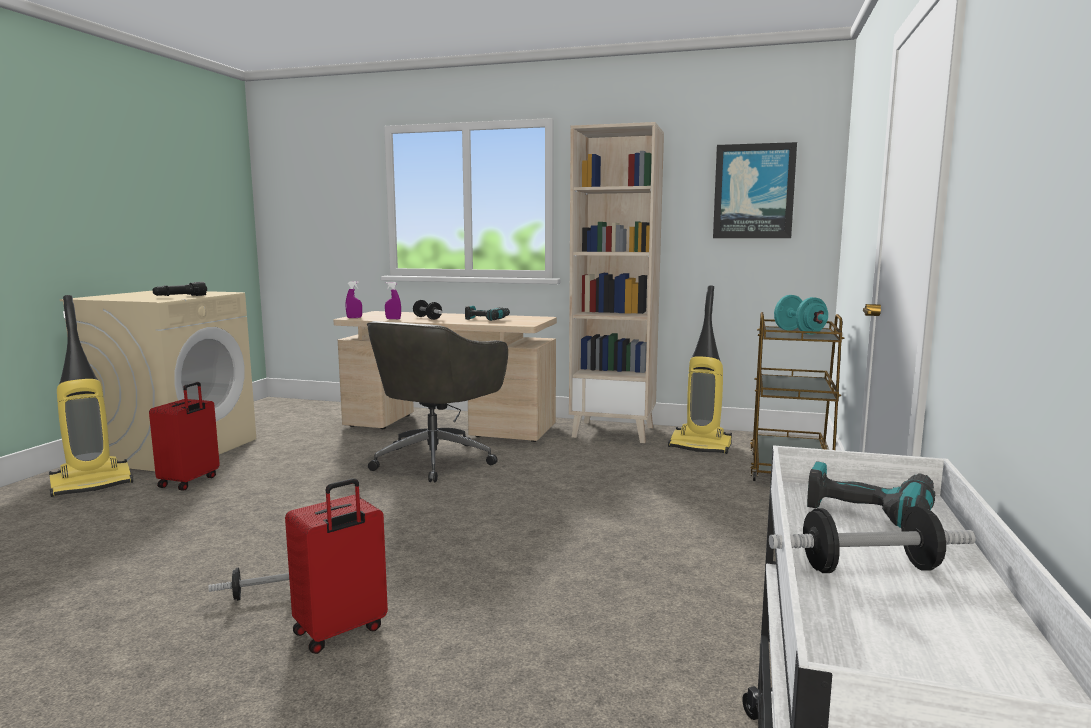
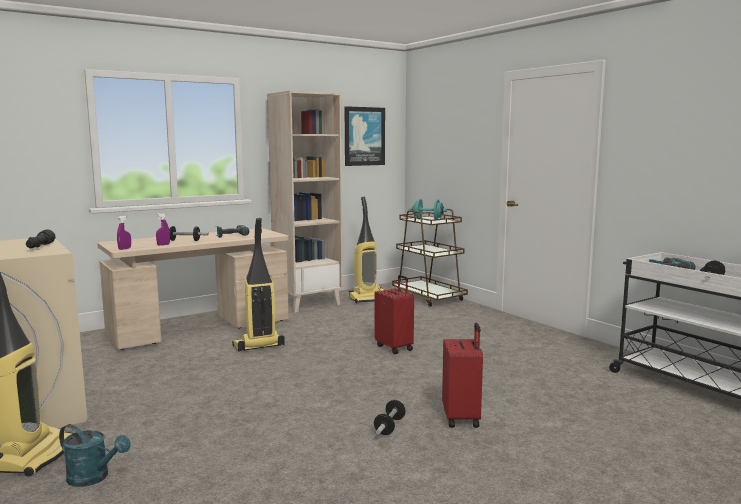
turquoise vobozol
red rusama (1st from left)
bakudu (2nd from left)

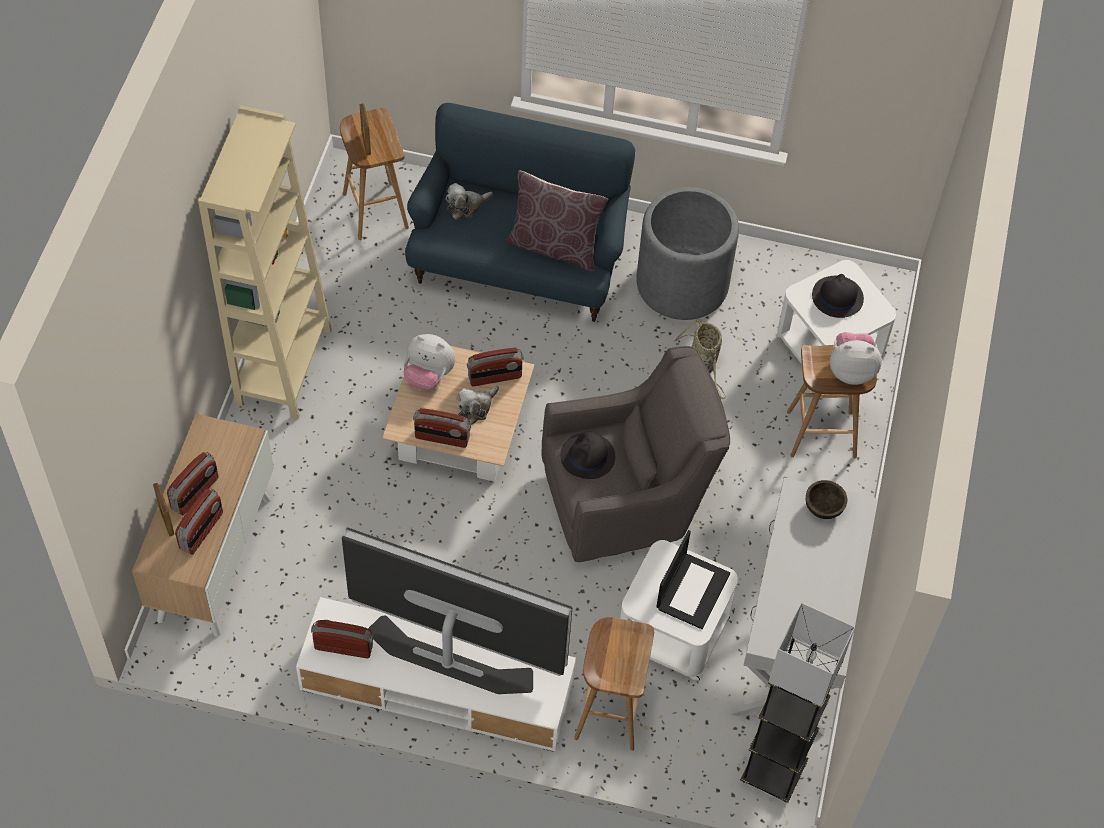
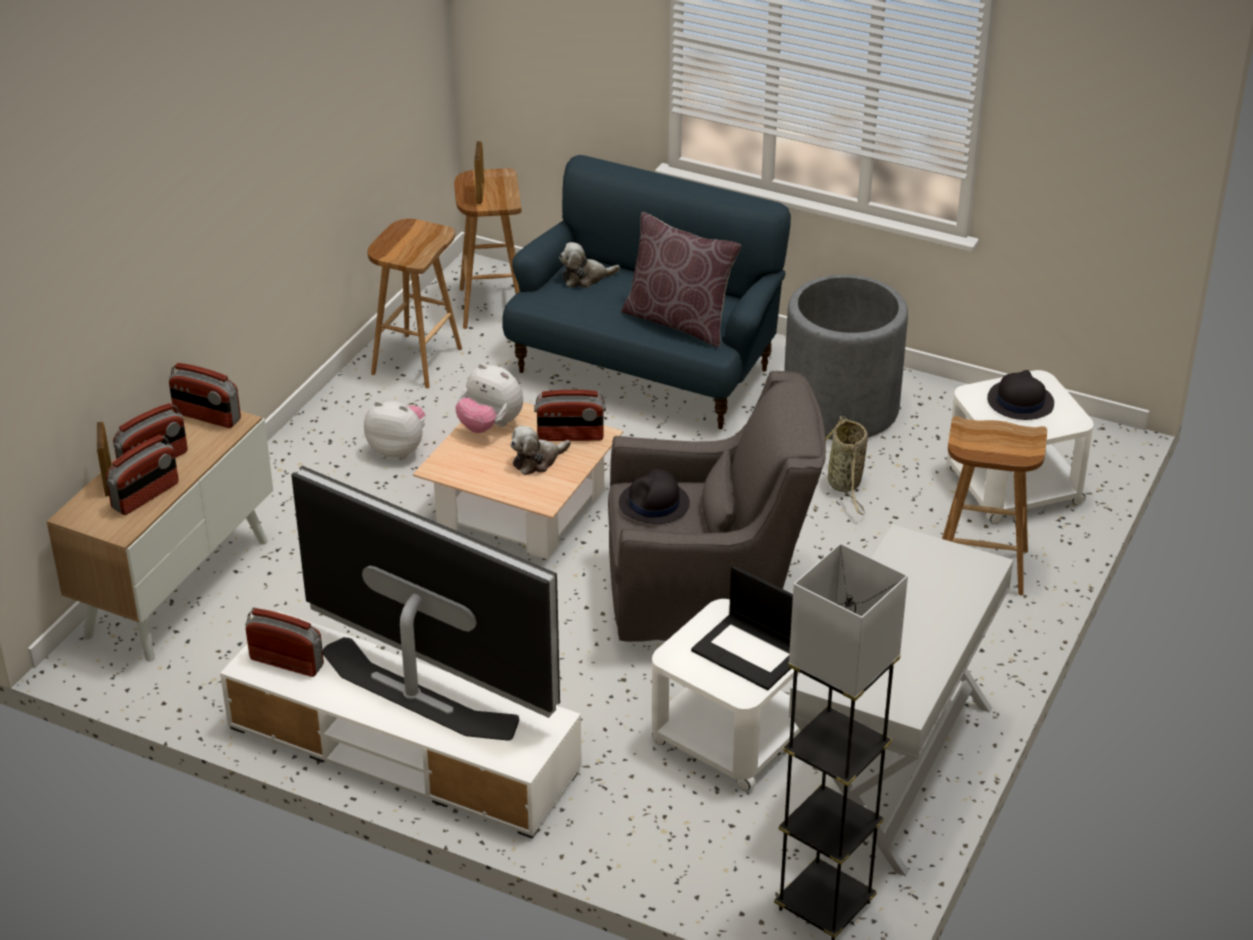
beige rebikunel
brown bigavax
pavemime (3rd from left)
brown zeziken (1st from left)
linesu (1st from left)
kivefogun

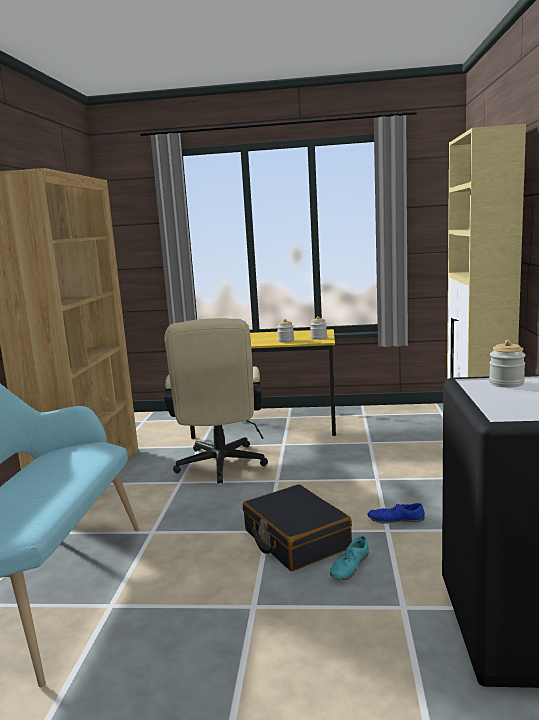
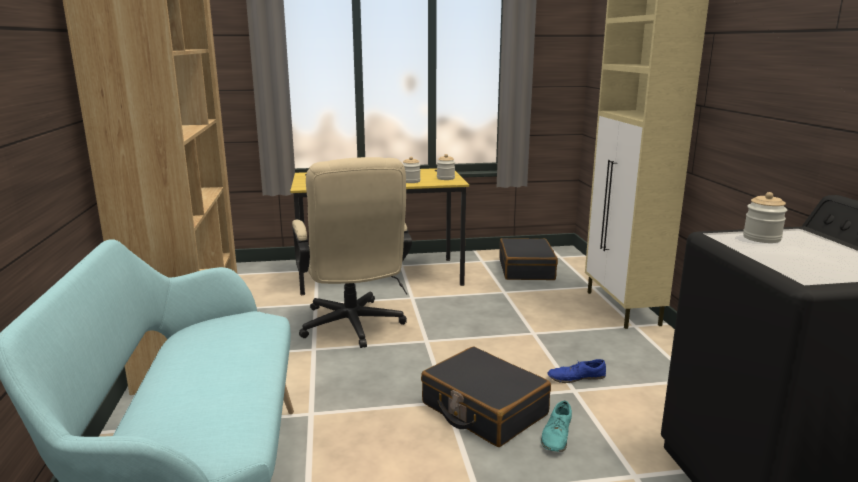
black rusama (2nd from left)

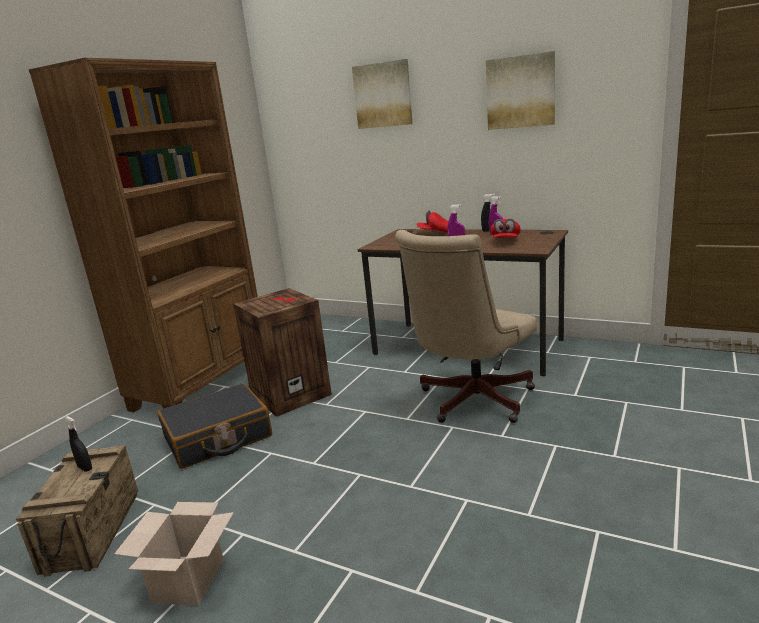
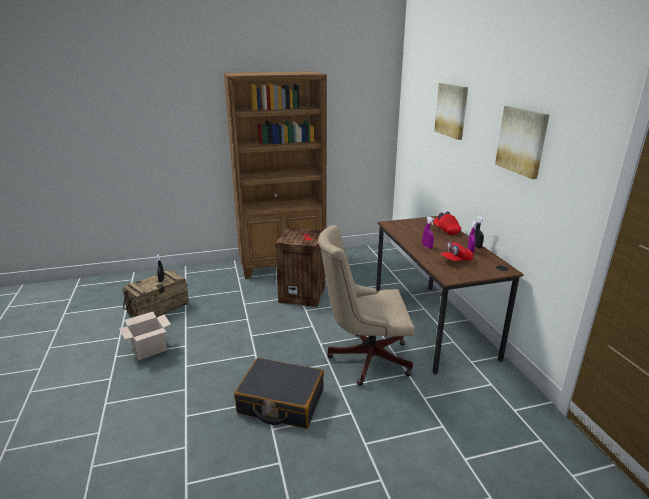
black rusama

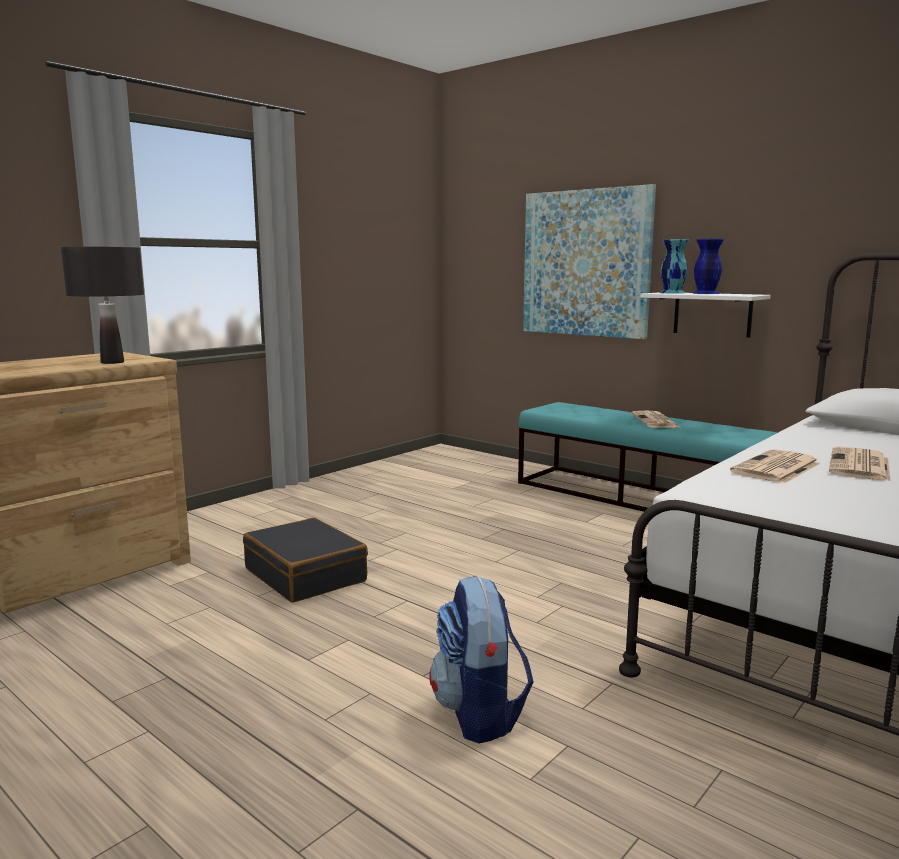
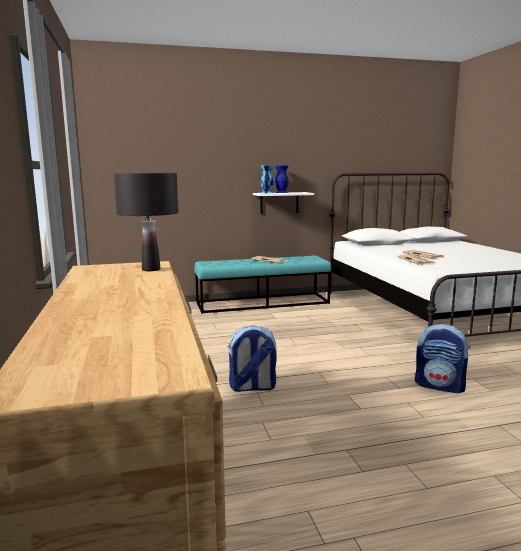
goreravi
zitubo (1st from left)

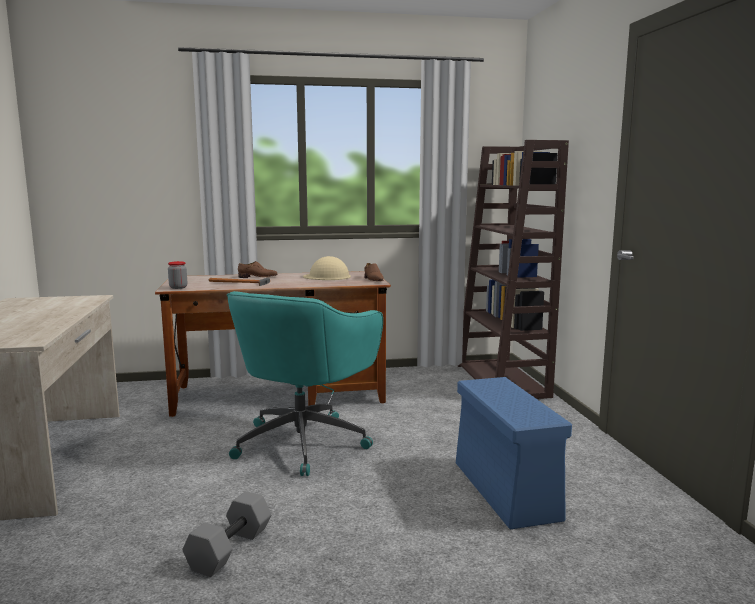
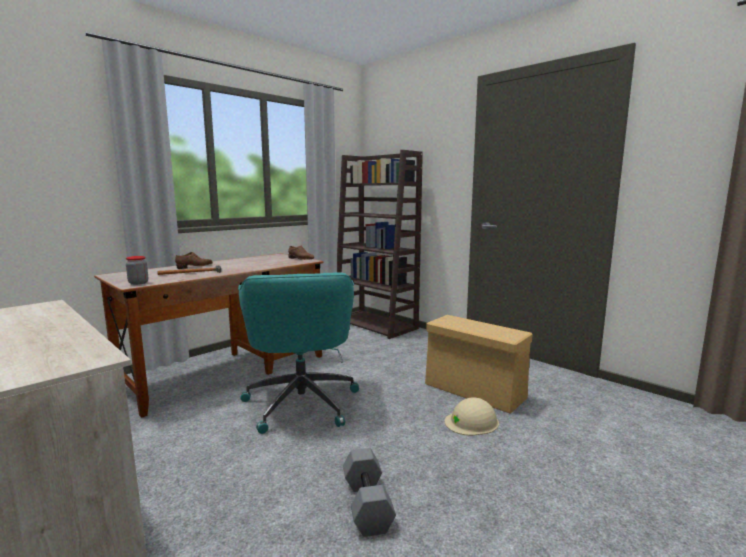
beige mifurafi
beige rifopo

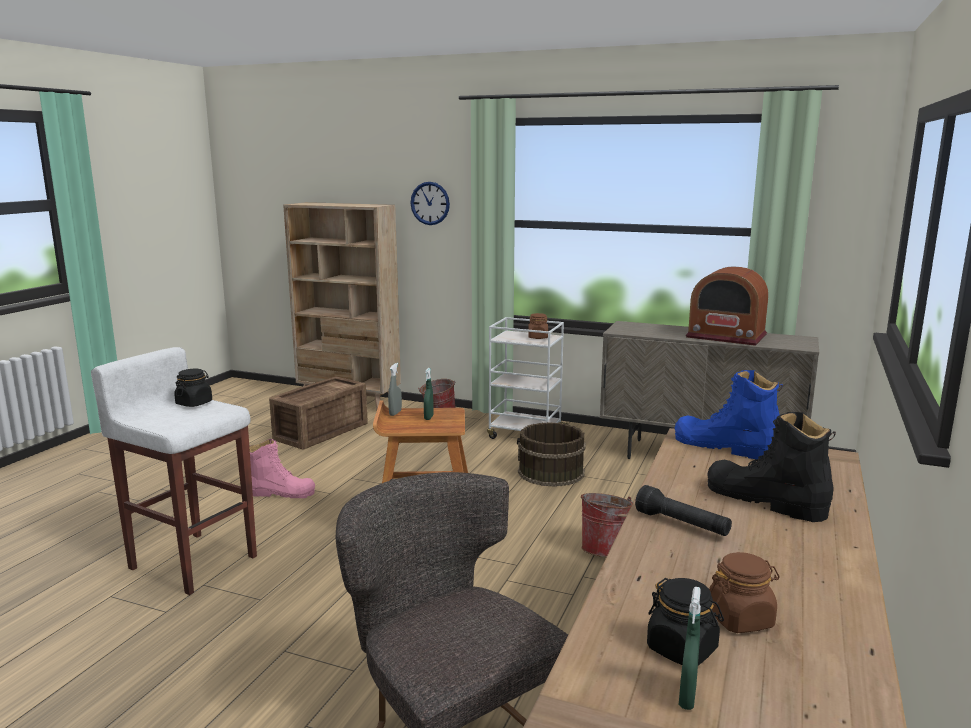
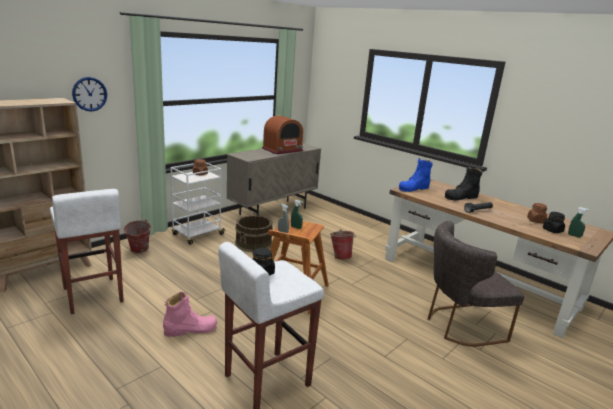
white zeziken (1st from left)
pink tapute

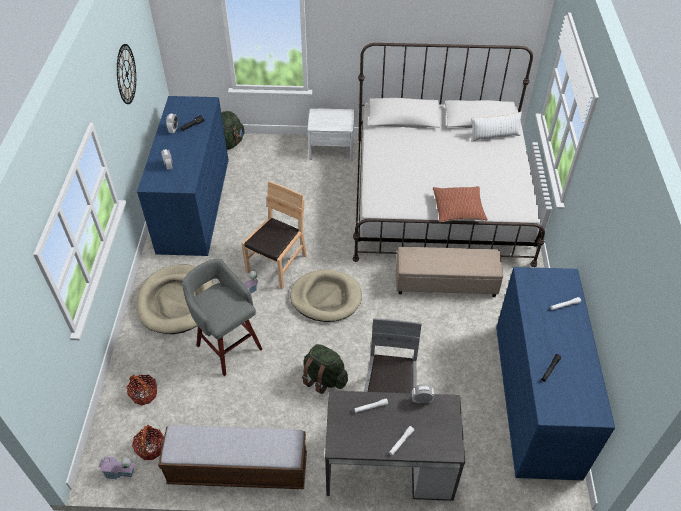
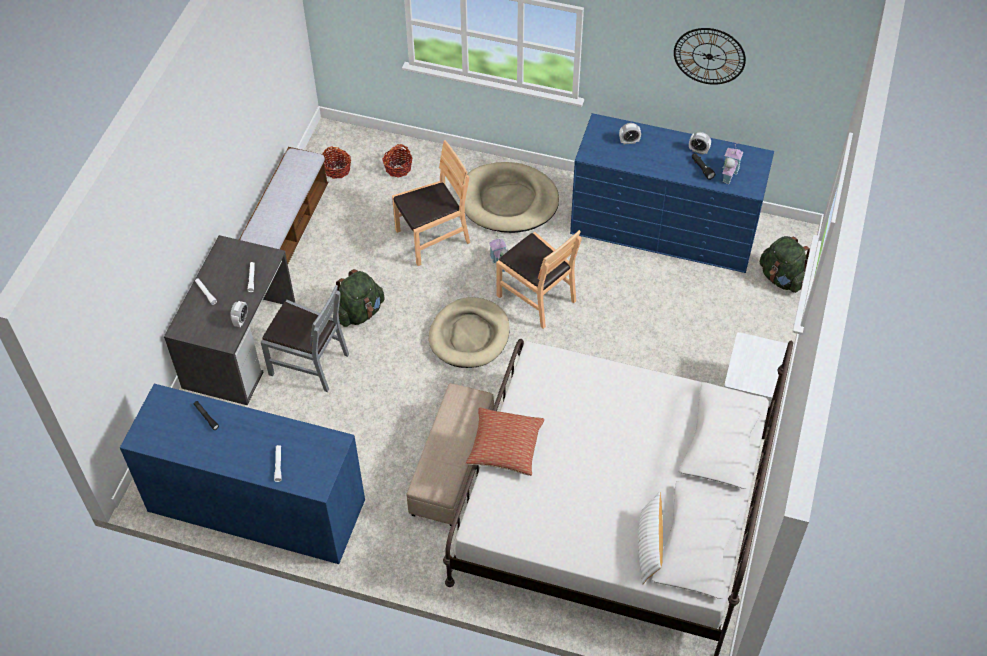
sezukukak (2nd from left)
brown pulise (1st from left)

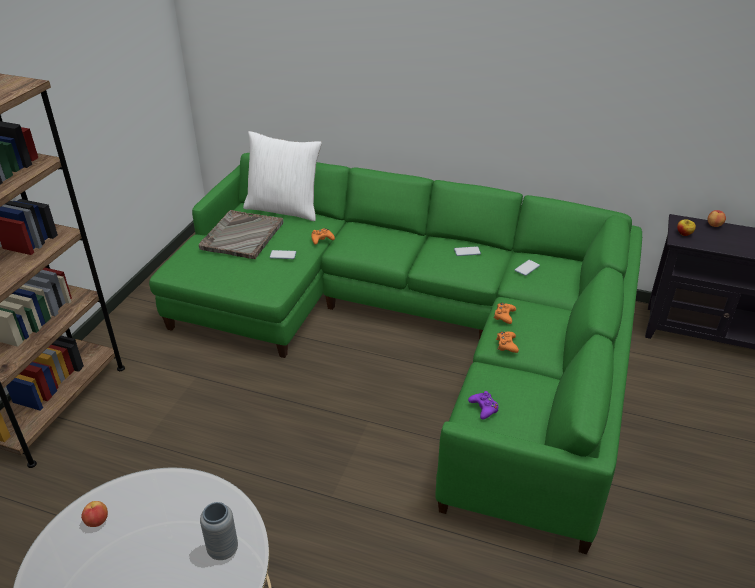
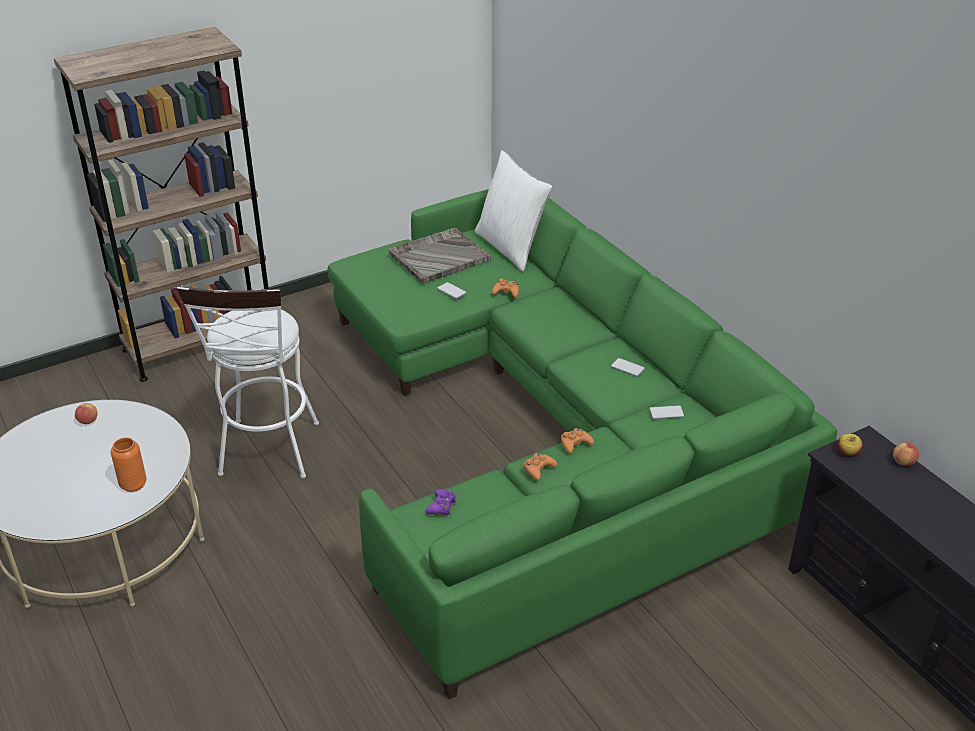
white zeziken
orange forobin

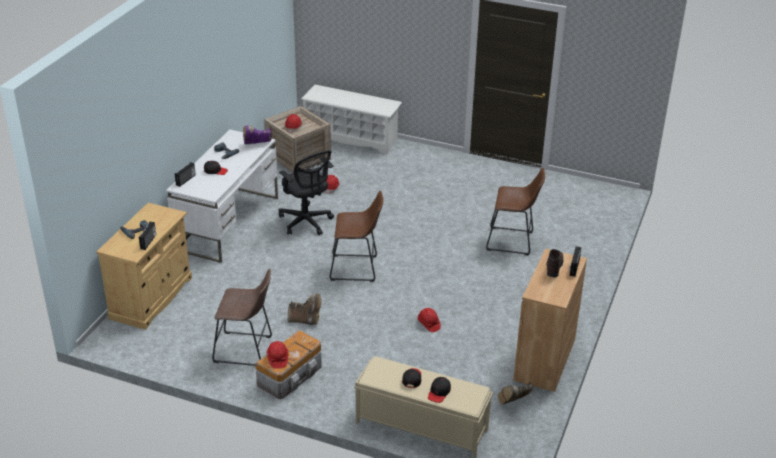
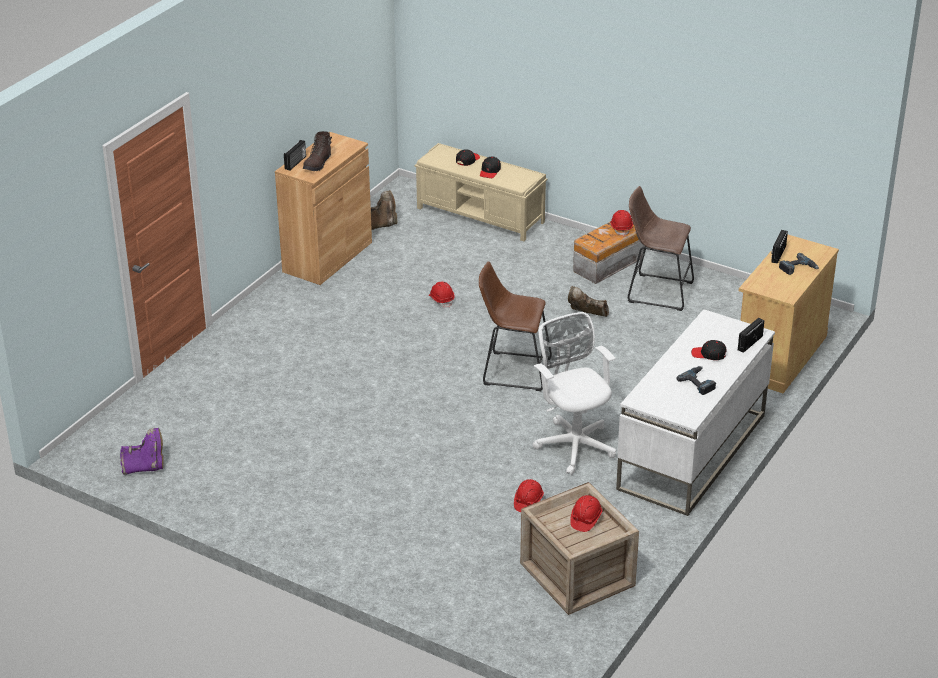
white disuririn
brown zeziken (3rd from left in the first image)
purple tapute
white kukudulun

